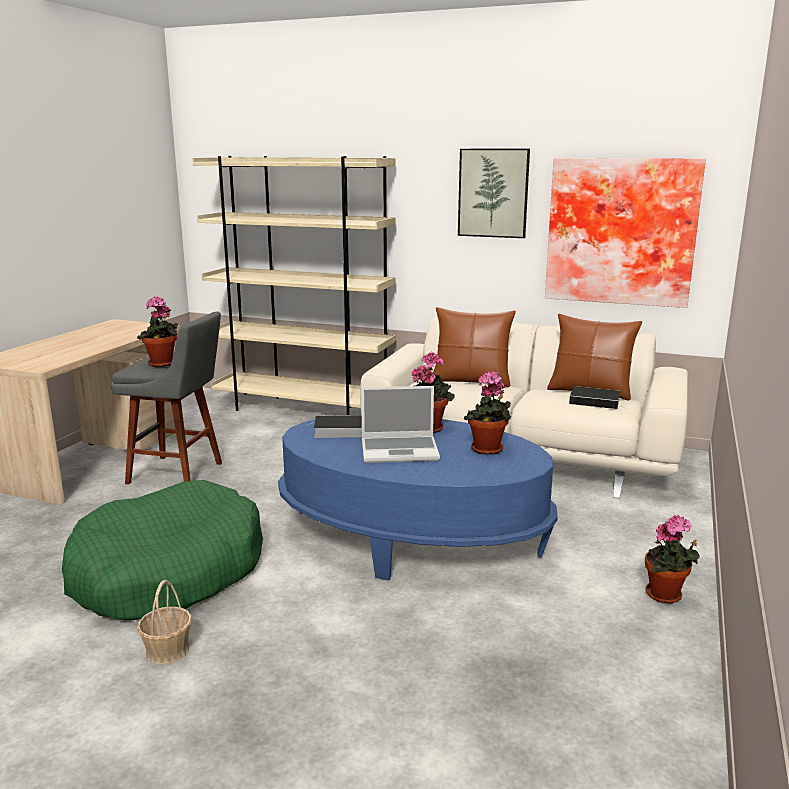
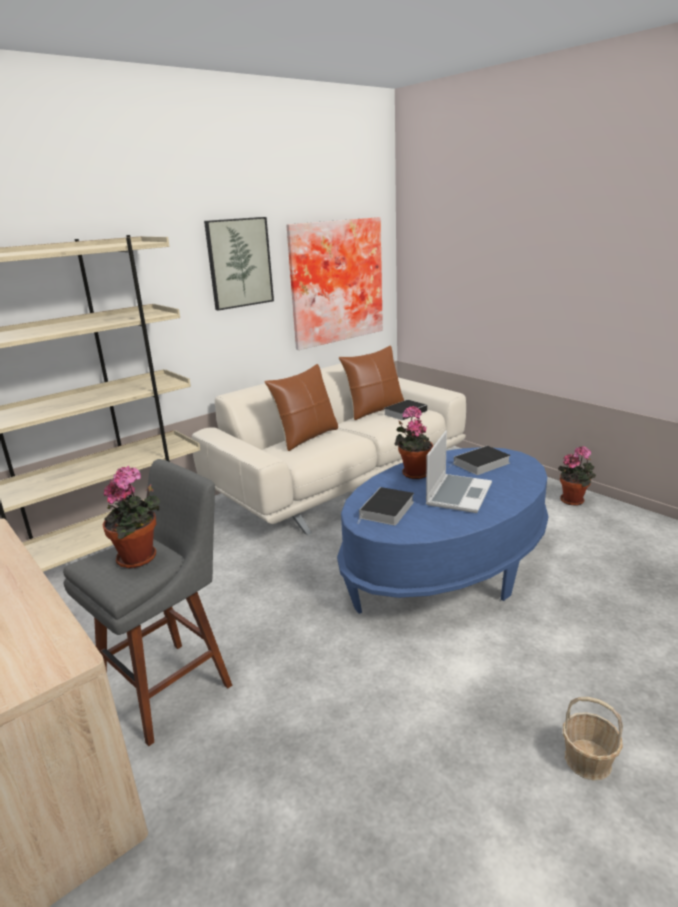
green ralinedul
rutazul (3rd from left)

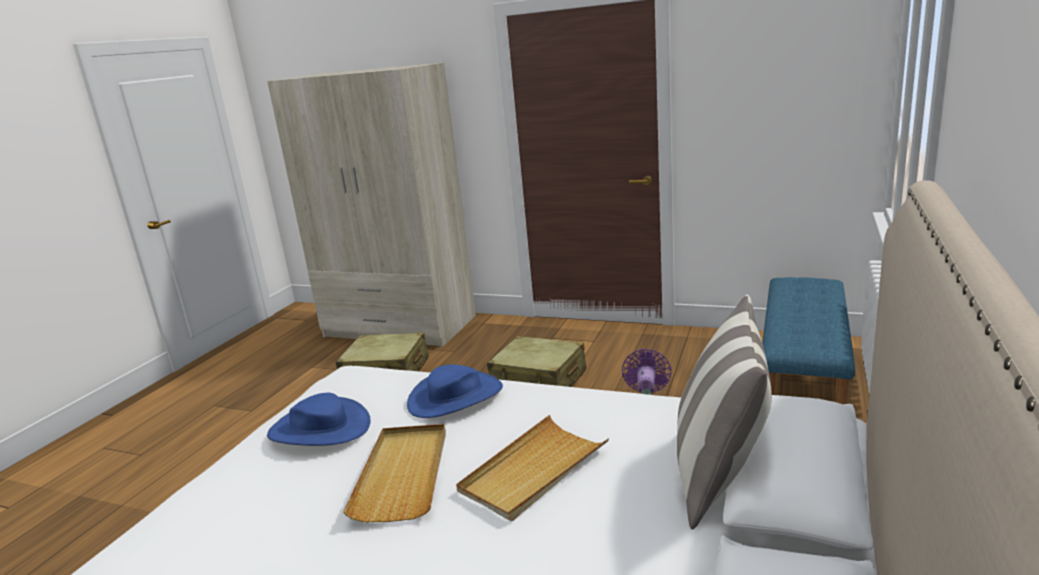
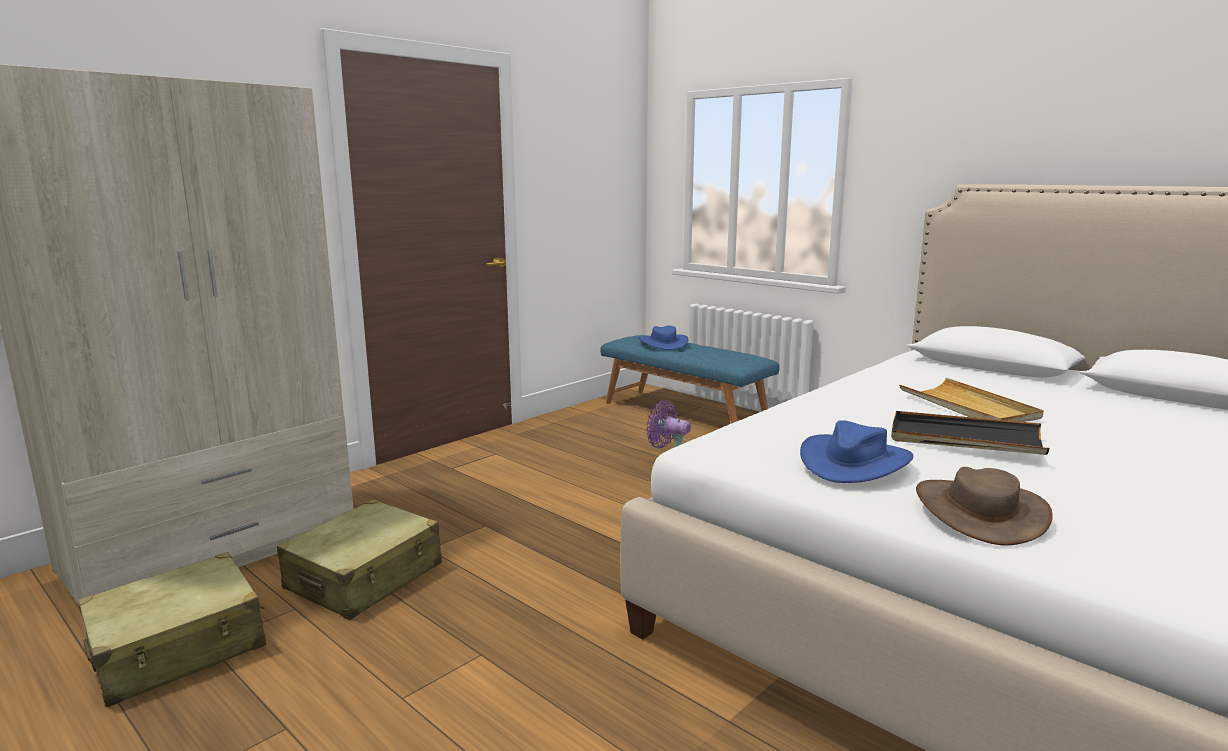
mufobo
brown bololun
blue bololun (1st from left)
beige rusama (1st from left)
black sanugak

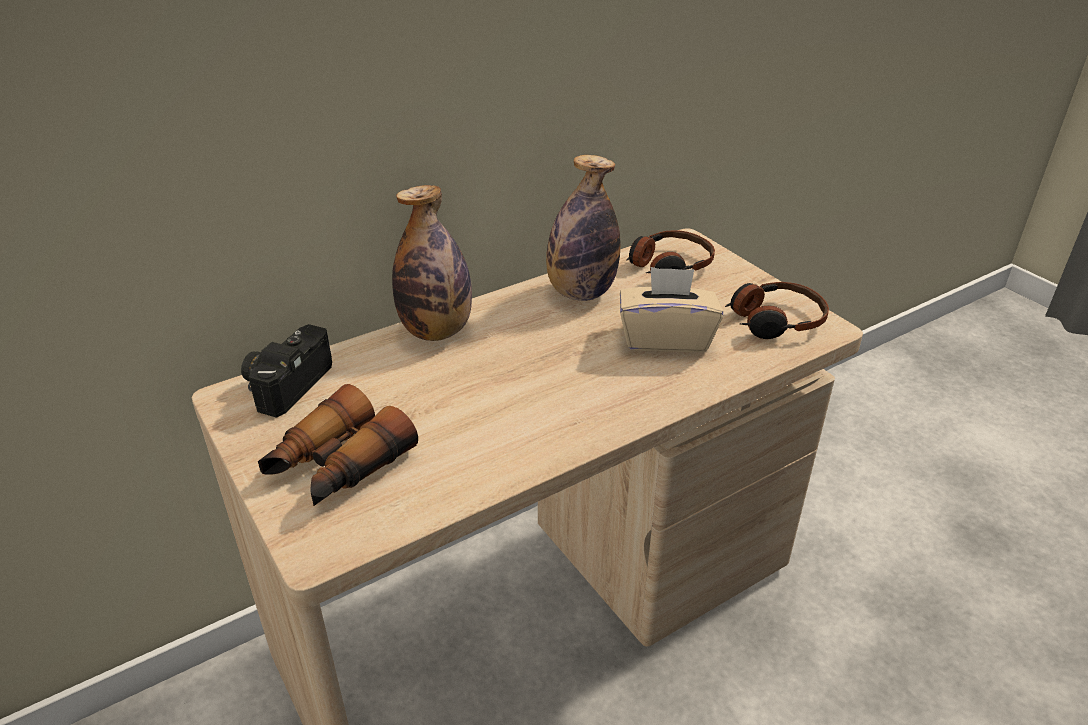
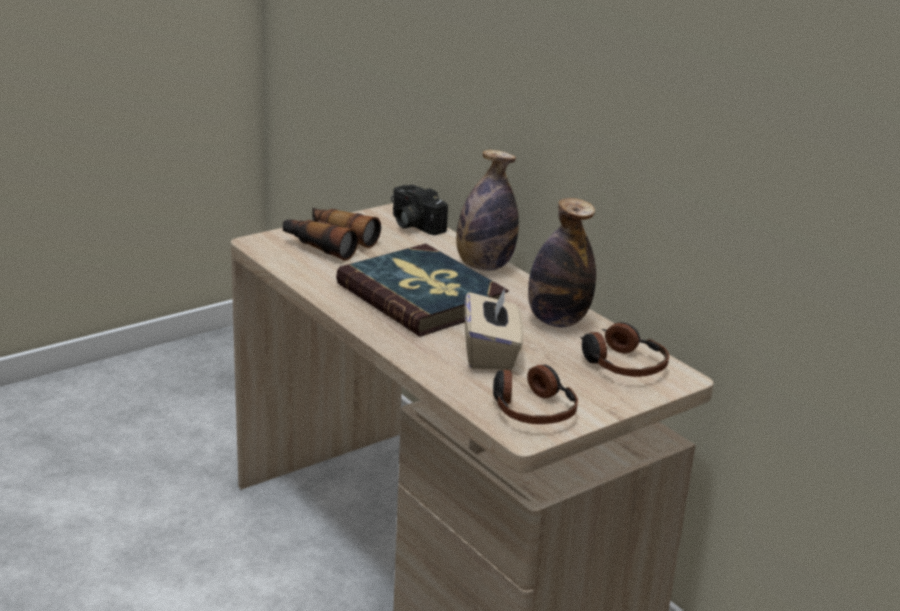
rutazul
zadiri

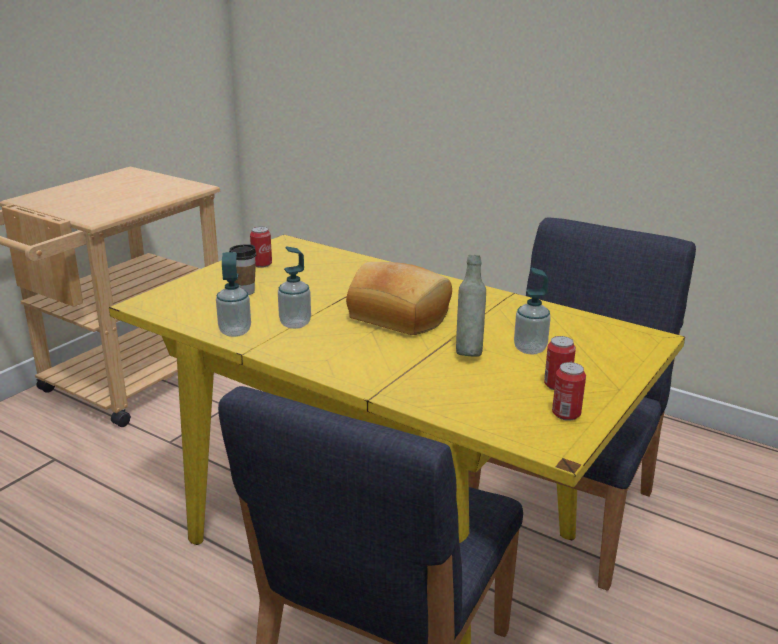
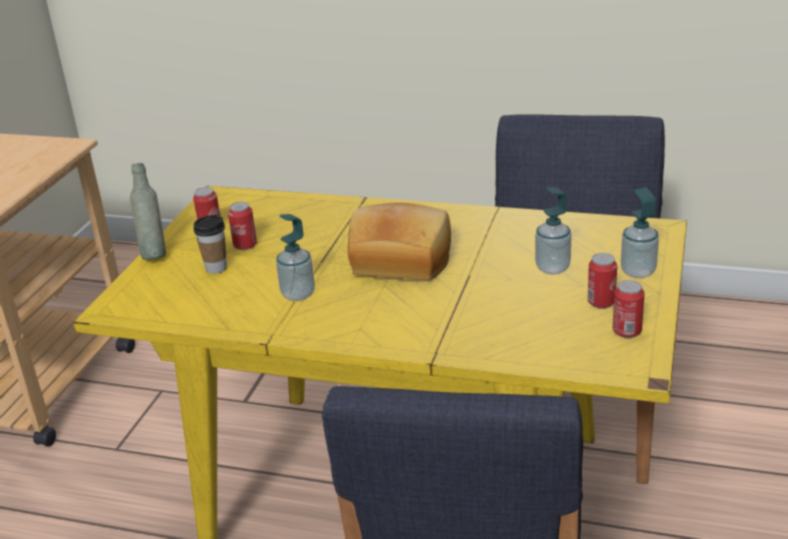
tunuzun (2nd from left)
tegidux (3rd from left)
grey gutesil

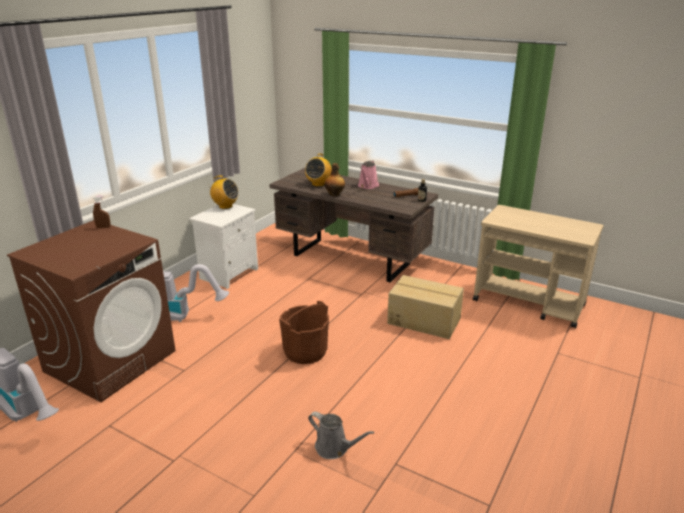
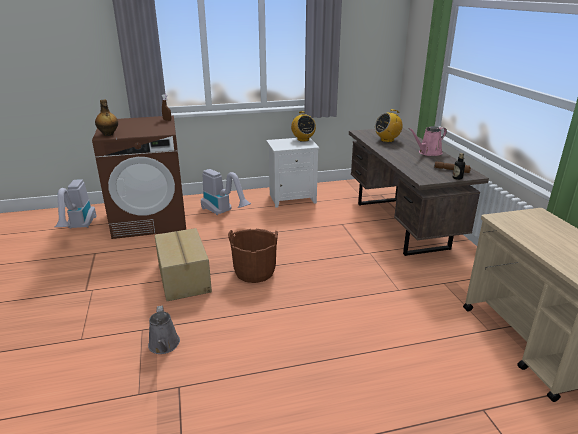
gutesil (1st from left)
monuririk

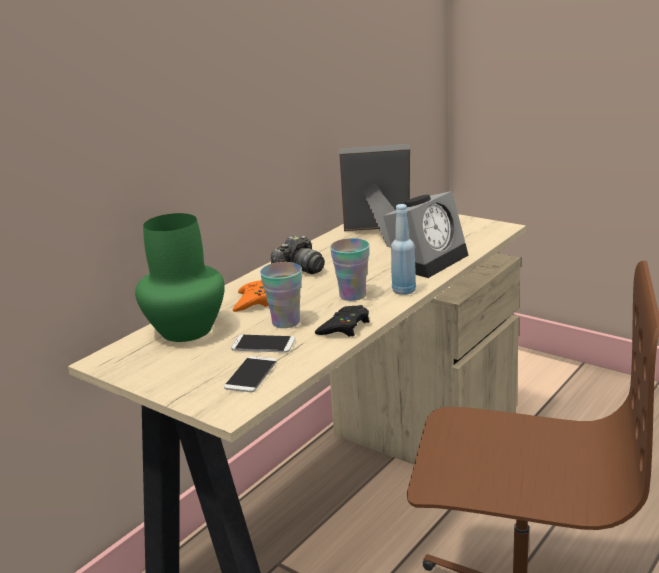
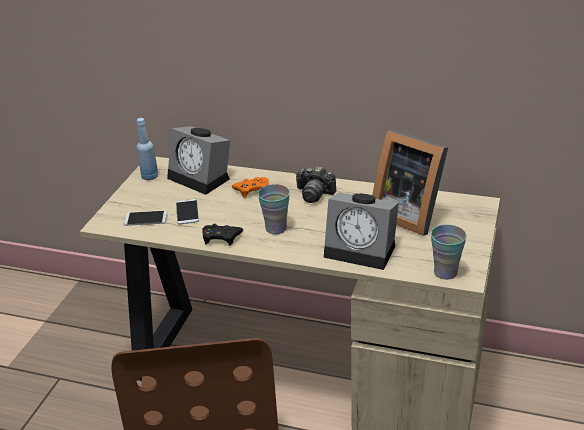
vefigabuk (2nd from left)
blue gutesil
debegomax (1st from left)
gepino

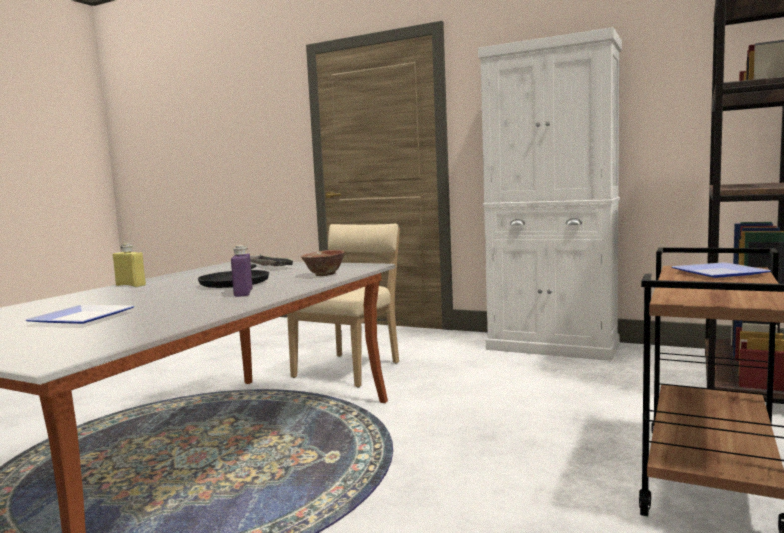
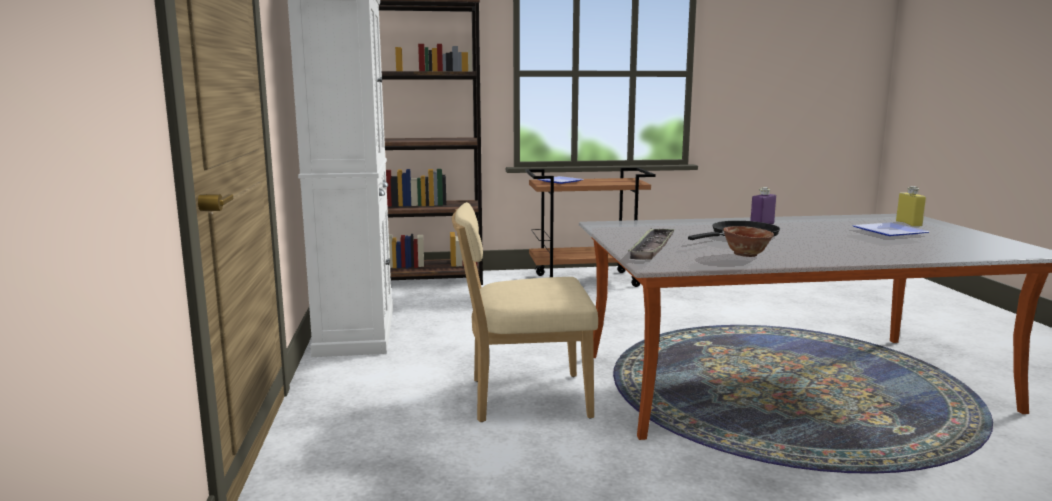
yellow gutesil
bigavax

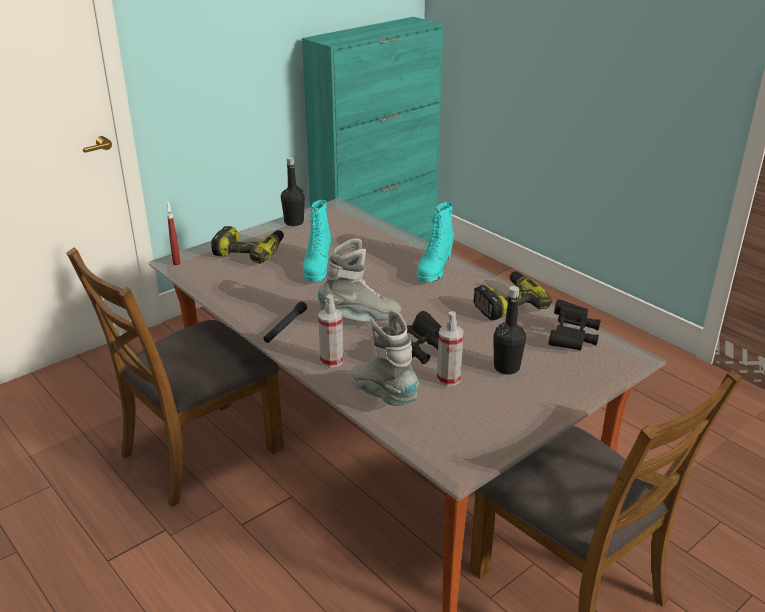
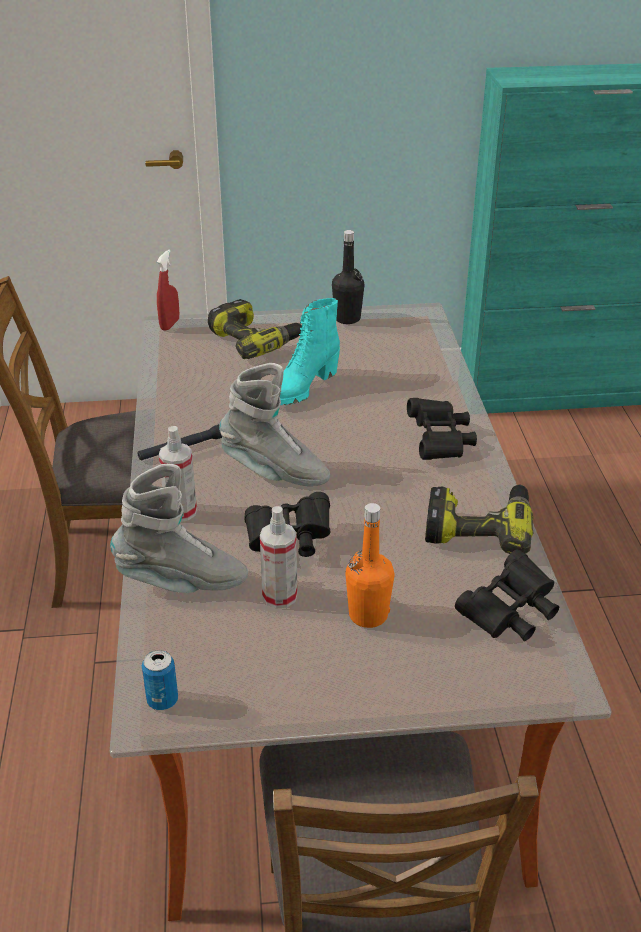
tunuzun
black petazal (2nd from left)
orange gutesil
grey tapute (1st from left)

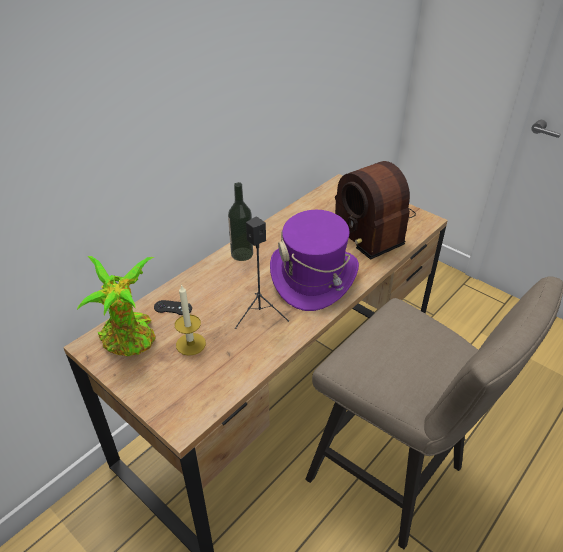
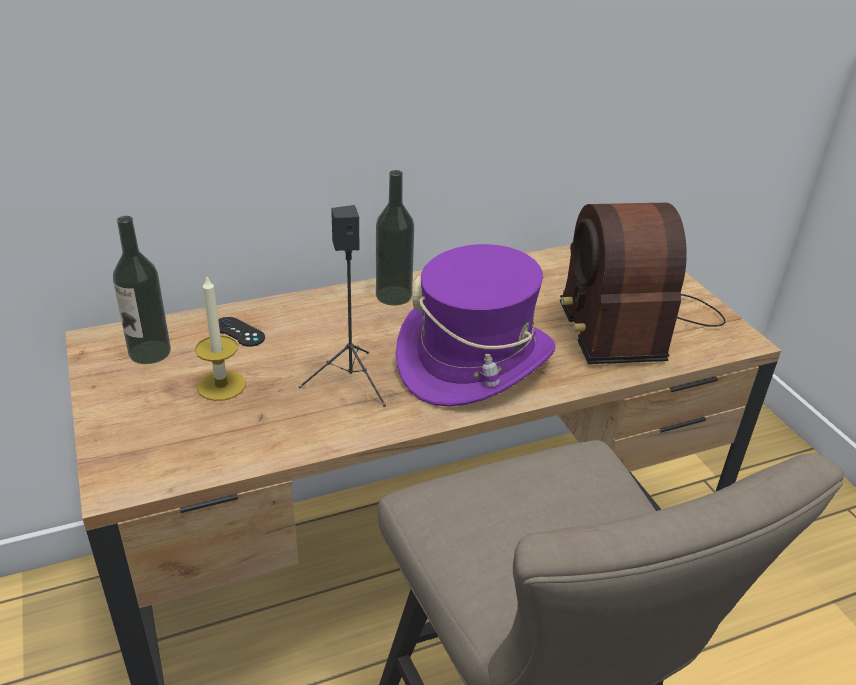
gutesil (1st from left)

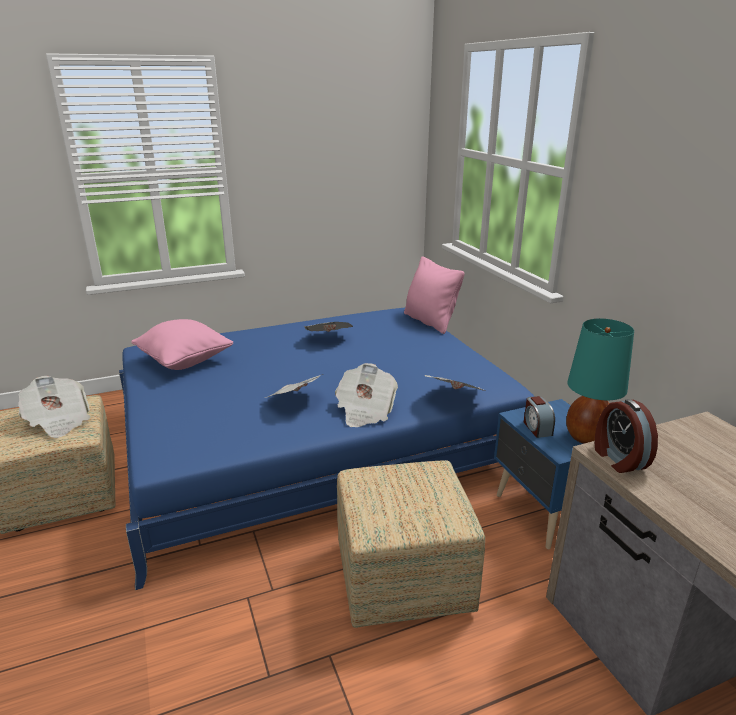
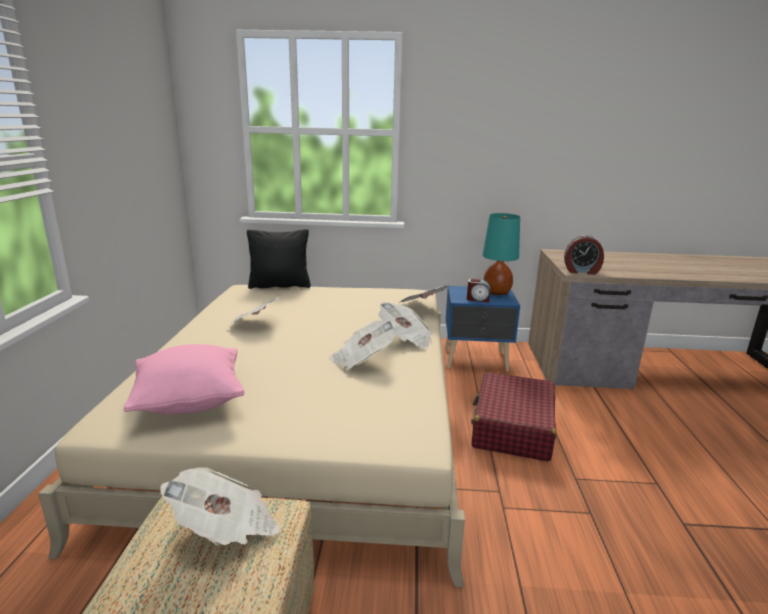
red rusama
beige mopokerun
black mufobo

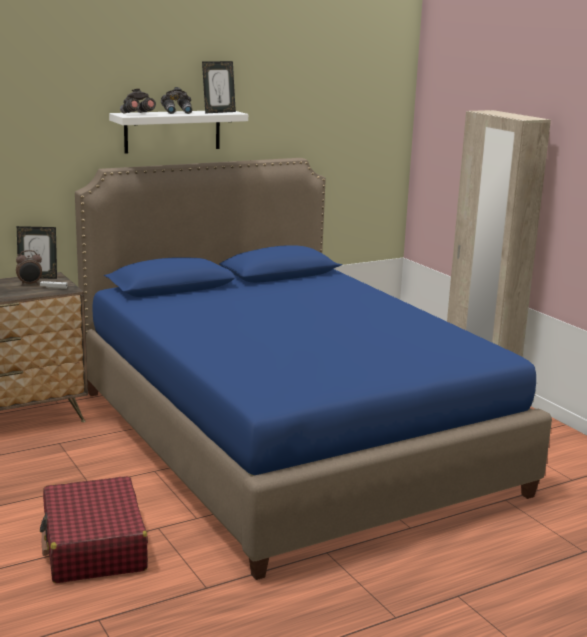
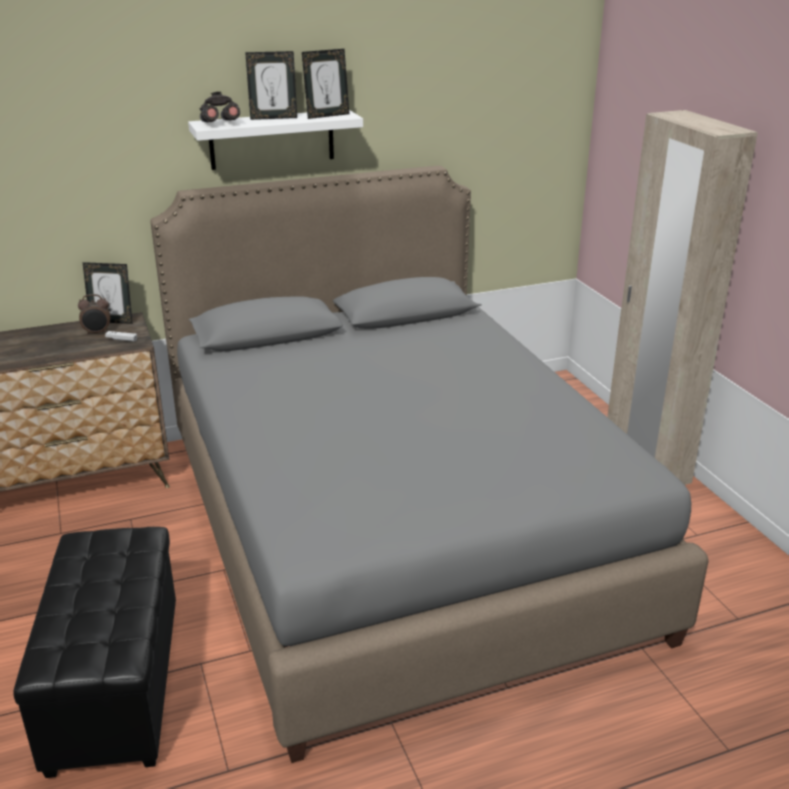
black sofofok
gepino (2nd from left)
grey mopokerun

